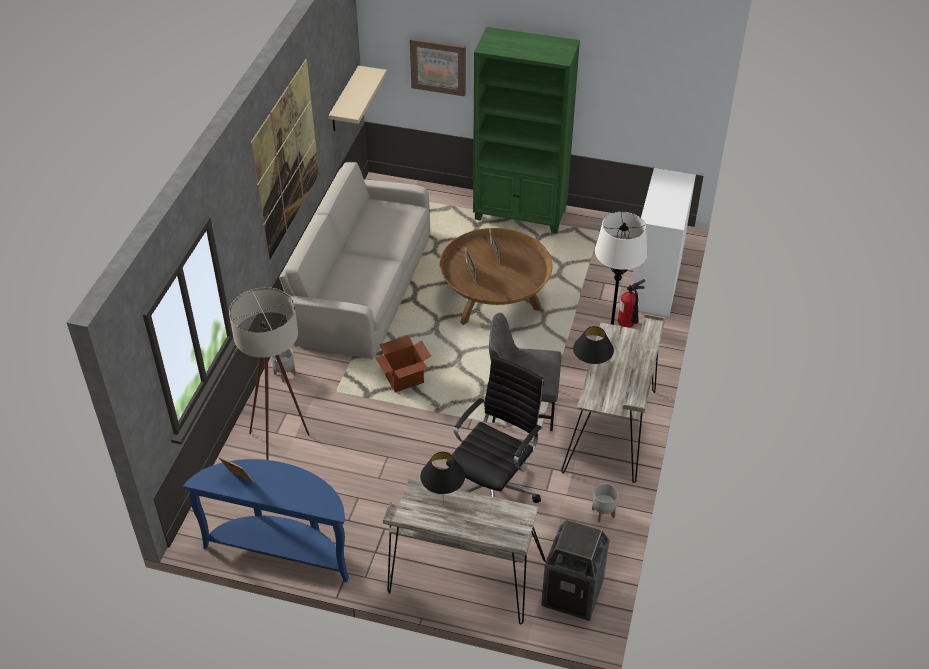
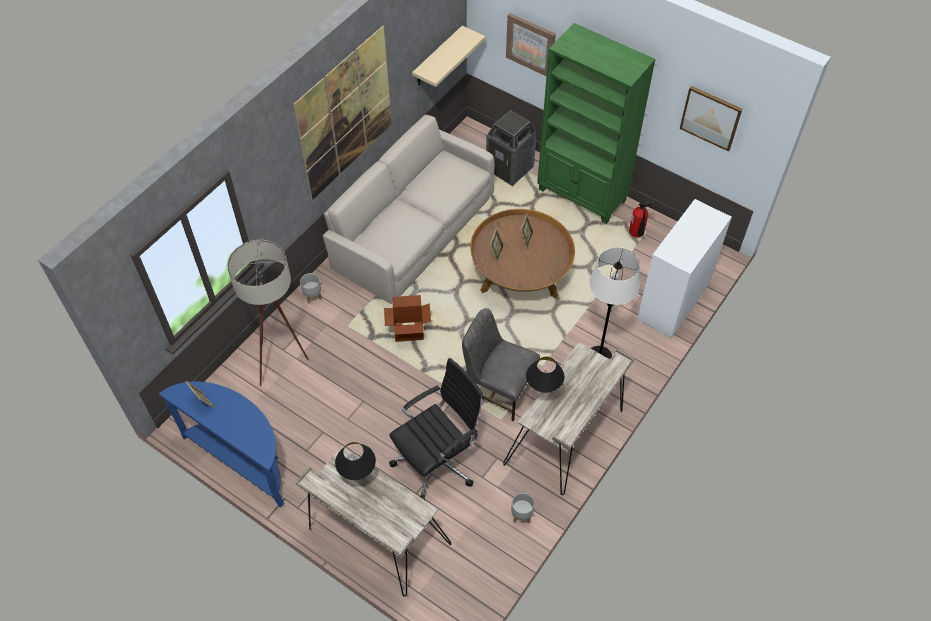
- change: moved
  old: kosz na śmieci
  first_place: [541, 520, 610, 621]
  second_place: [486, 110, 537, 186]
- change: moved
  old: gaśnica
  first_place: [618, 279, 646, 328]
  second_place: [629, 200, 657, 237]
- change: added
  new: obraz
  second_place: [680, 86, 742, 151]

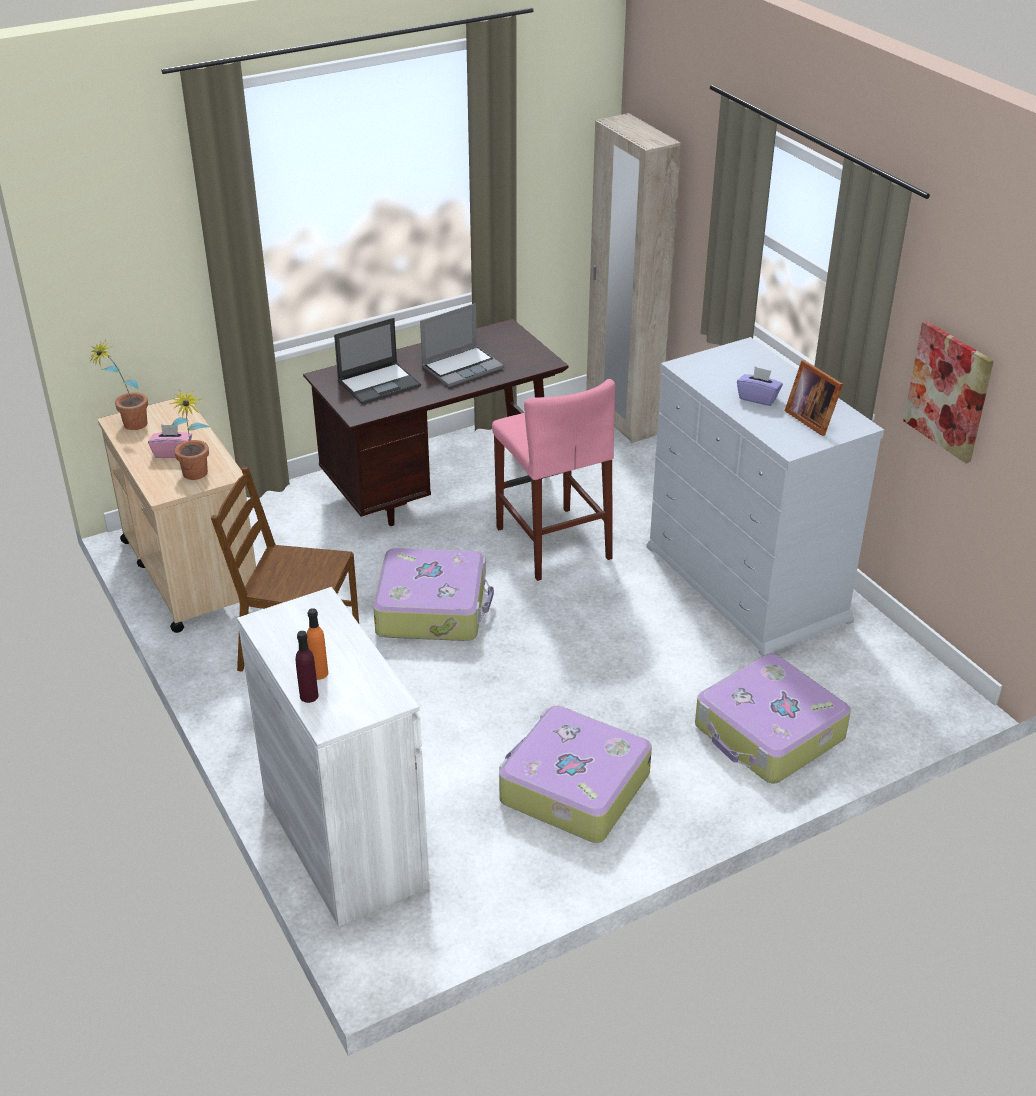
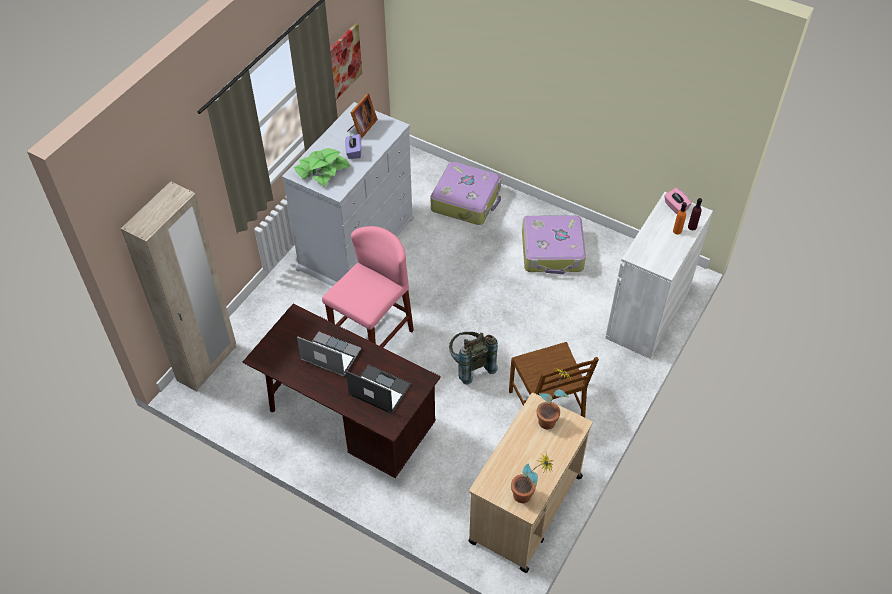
- change: added
  new: roślina doniczkowa
  second_place: [294, 148, 350, 187]
- change: replaced
  old: walizka
  new: plecak (szary)
  first_place: [373, 548, 494, 641]
  second_place: [449, 332, 498, 385]
- change: moved
  old: pudełko chusteczek (różowy)
  first_place: [148, 424, 192, 458]
  second_place: [664, 188, 692, 214]

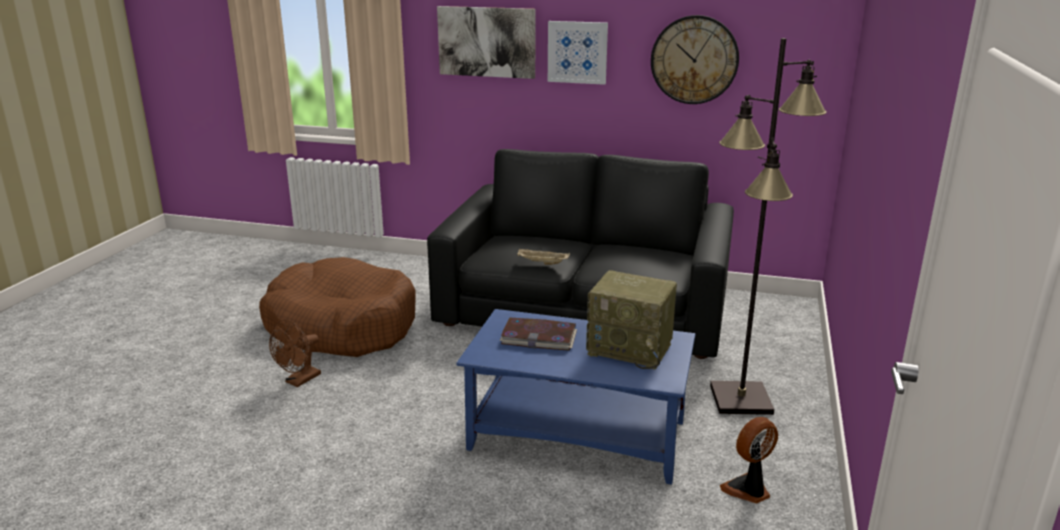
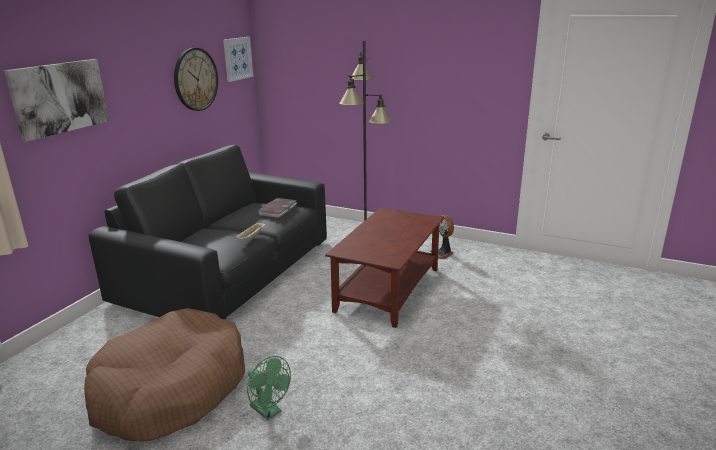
- change: moved
  old: obraz
  first_place: [548, 21, 608, 85]
  second_place: [223, 37, 253, 82]
- change: recoloured
  old: wentylator (brązowy)
  new: wentylator (zielony)
  first_place: [269, 320, 321, 387]
  second_place: [247, 356, 291, 420]
- change: moved
  old: książka
  first_place: [500, 318, 577, 351]
  second_place: [258, 198, 297, 218]
- change: recoloured
  old: ława (niebieski)
  new: ława (brązowy)
  first_place: [456, 309, 695, 485]
  second_place: [325, 208, 444, 328]
- change: removed
  old: radio
  first_place: [586, 270, 677, 370]

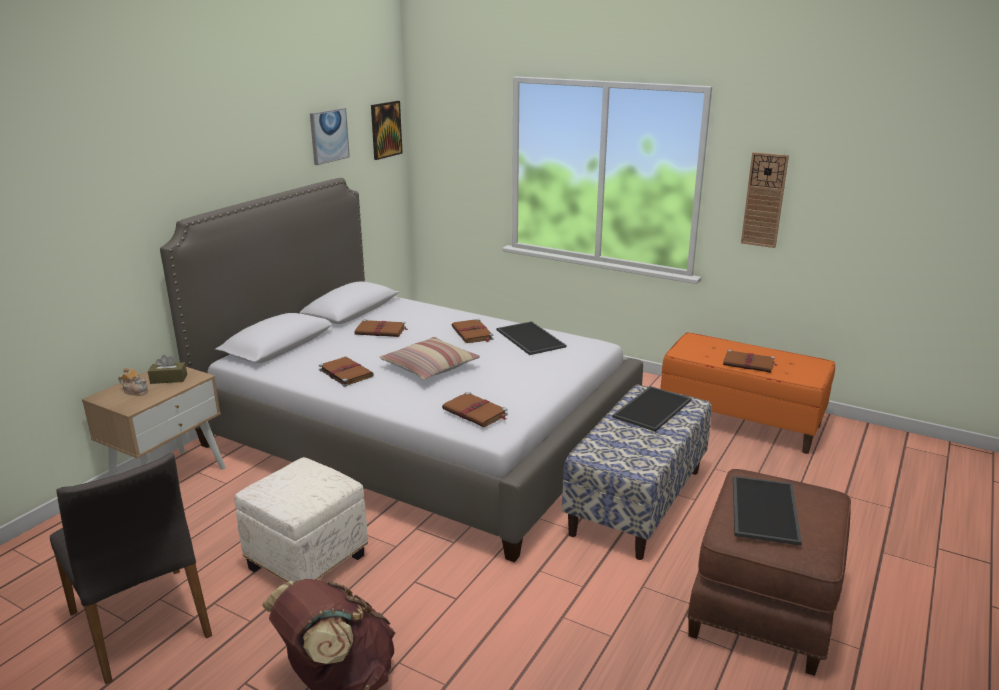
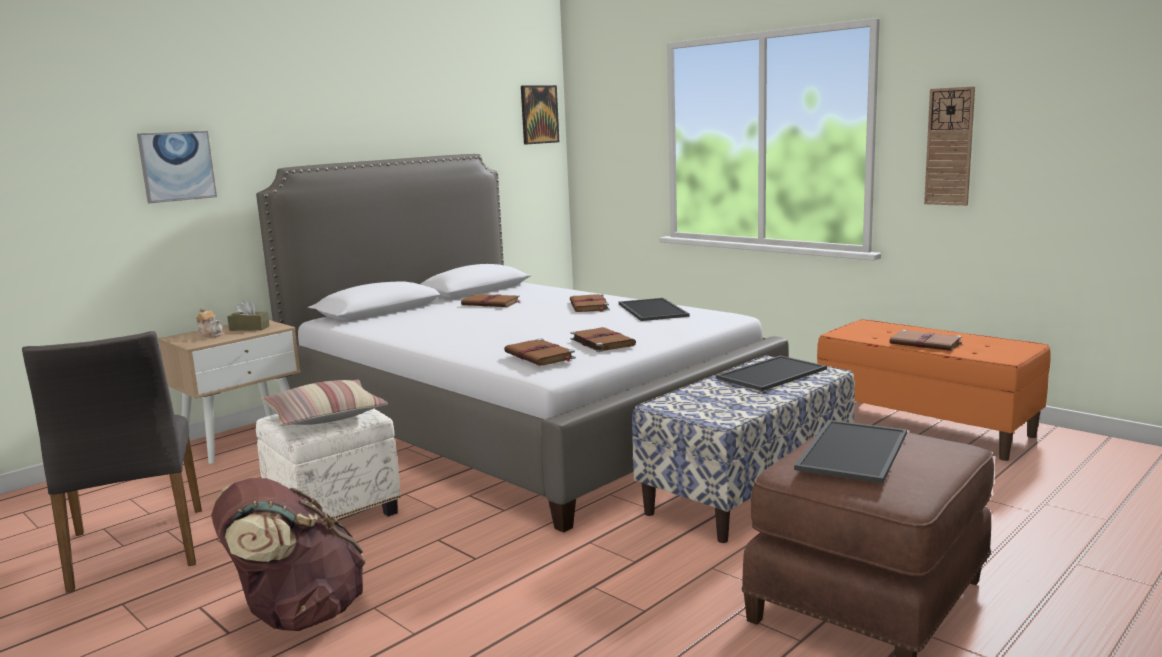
- change: moved
  old: obraz
  first_place: [310, 108, 350, 165]
  second_place: [137, 131, 217, 203]
- change: moved
  old: poduszka
  first_place: [380, 337, 480, 380]
  second_place: [260, 380, 388, 426]
- change: moved
  old: książka (brązowy)
  first_place: [319, 357, 374, 387]
  second_place: [570, 327, 636, 352]

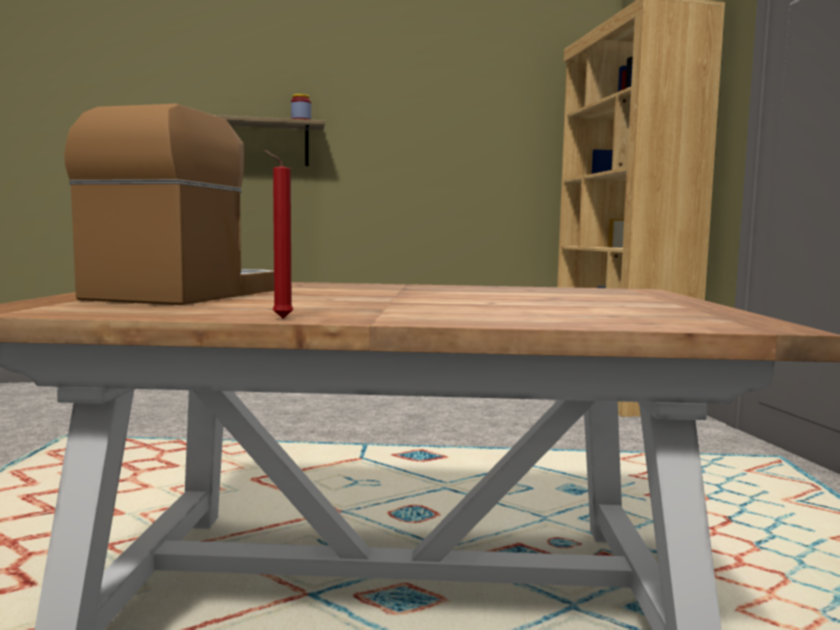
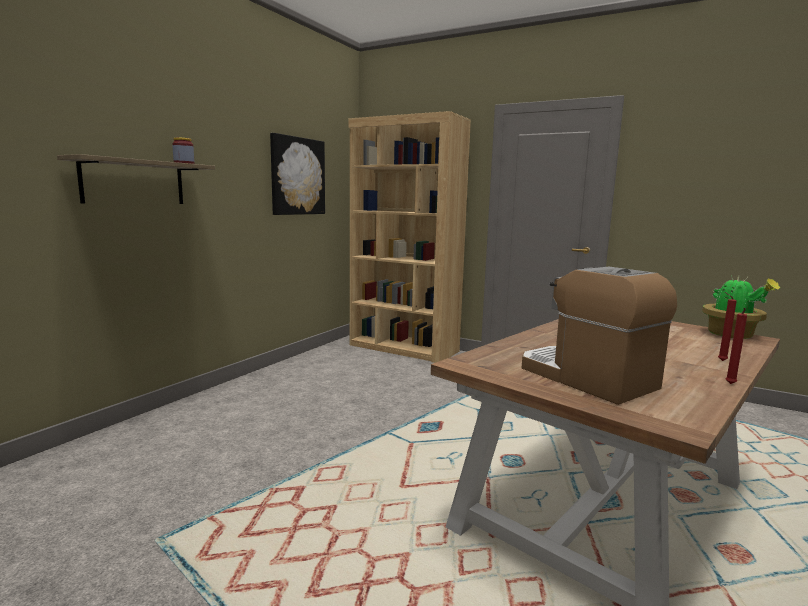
- change: added
  new: obraz
  second_place: [270, 133, 325, 215]
- change: added
  new: roślina doniczkowa
  second_place: [702, 274, 780, 339]
- change: added
  new: świeca (czerwony)
  second_place: [718, 292, 737, 361]

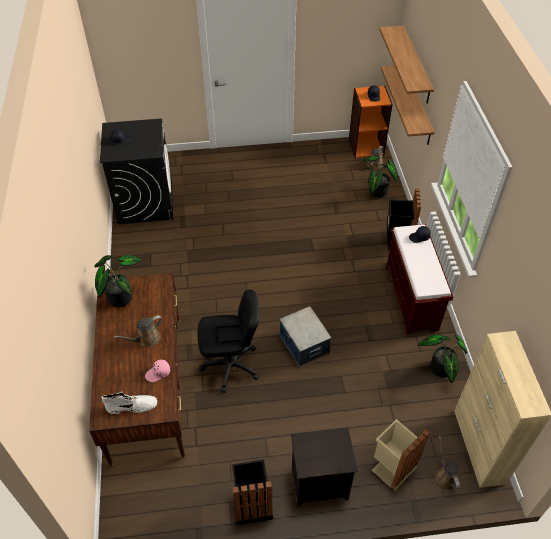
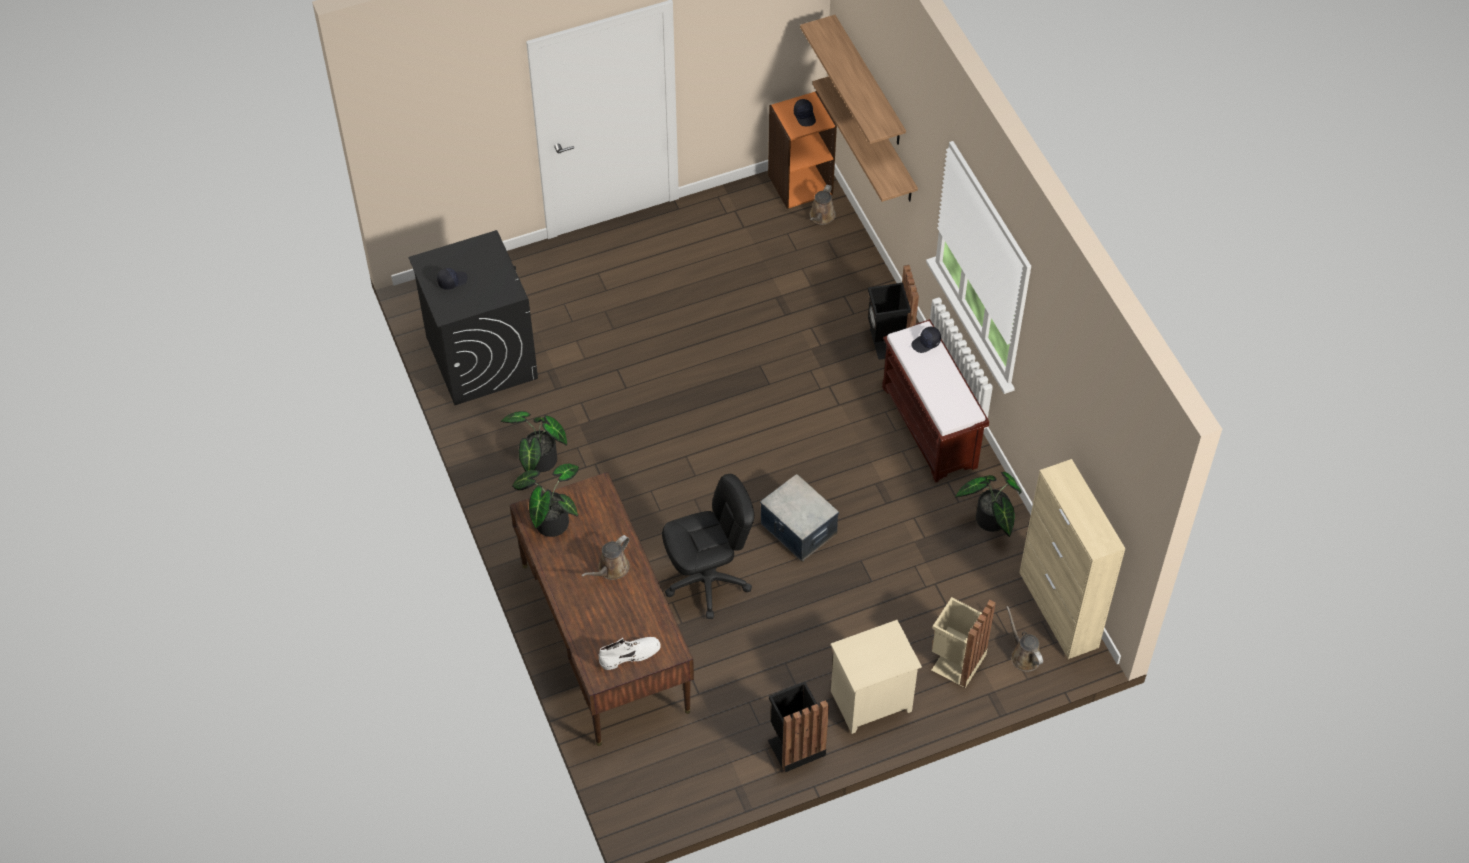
- change: moved
  old: roślina doniczkowa
  first_place: [362, 156, 397, 198]
  second_place: [501, 411, 567, 472]
- change: recoloured
  old: szafka nocna (czarny)
  new: szafka nocna (beżowy)
  first_place: [291, 427, 358, 506]
  second_place: [831, 620, 922, 734]
- change: removed
  old: czapka z daszkiem (różowy)
  first_place: [145, 360, 170, 382]

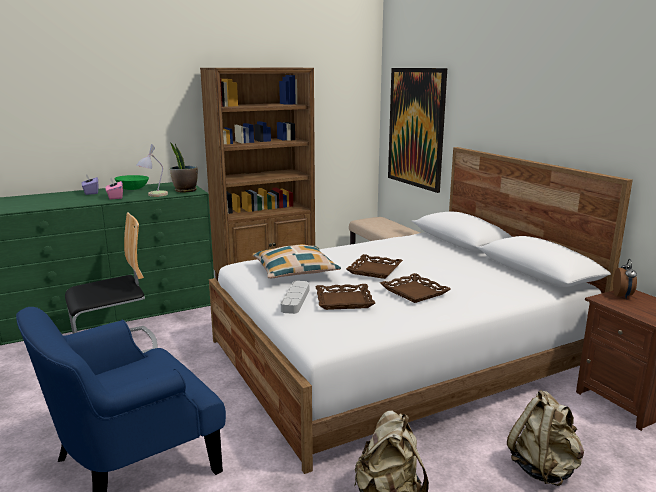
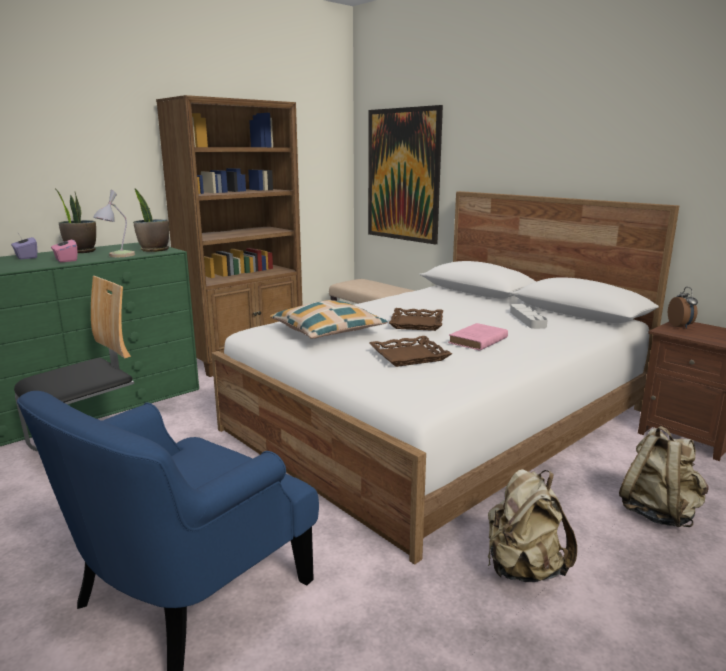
- change: replaced
  old: miska (zielony)
  new: roślina doniczkowa
  first_place: [115, 175, 149, 190]
  second_place: [57, 190, 96, 253]
- change: replaced
  old: taca (brązowy)
  new: książka (różowy)
  first_place: [380, 273, 451, 303]
  second_place: [448, 323, 508, 351]
- change: moved
  old: taca (szary)
  first_place: [281, 281, 309, 314]
  second_place: [510, 304, 548, 329]

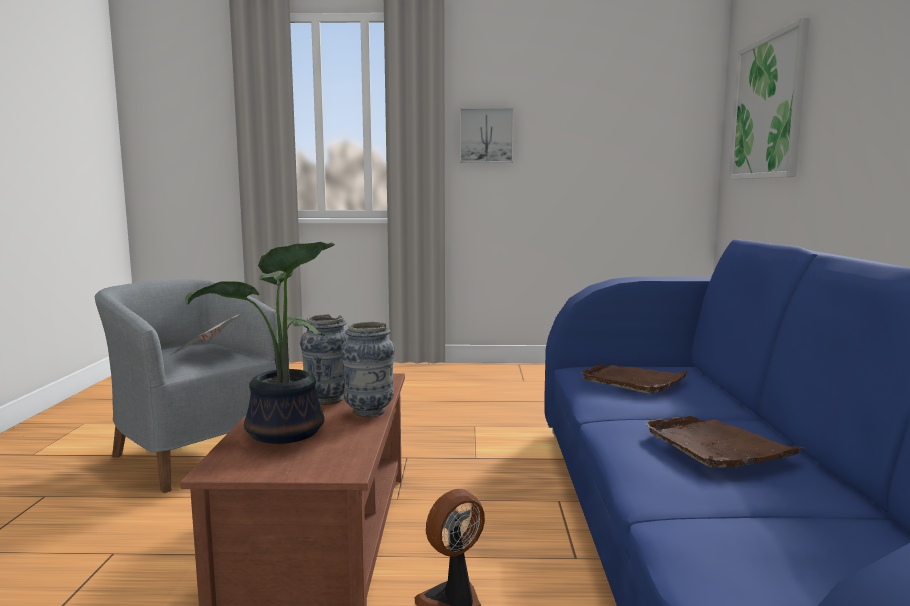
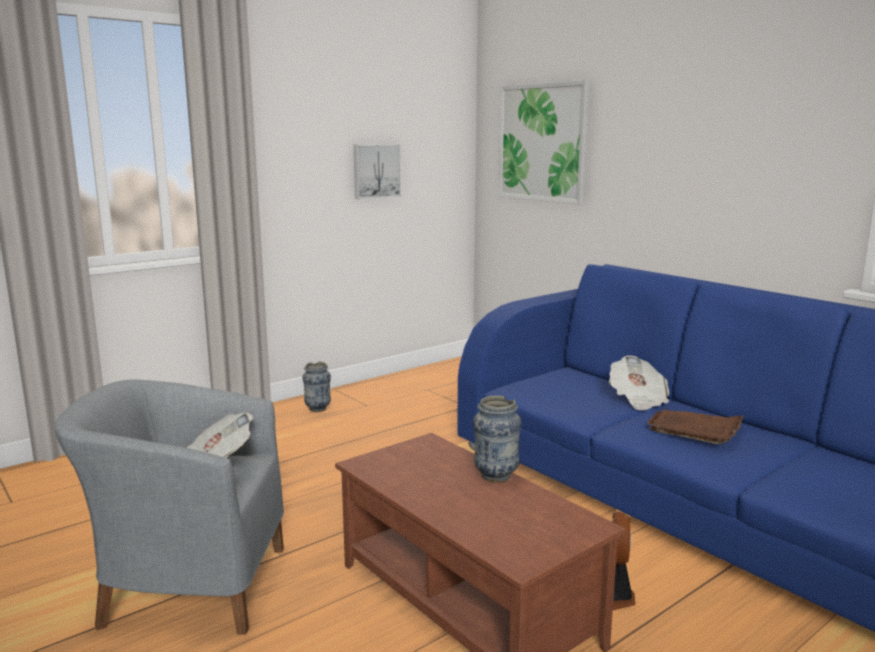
- change: moved
  old: wazon
  first_place: [300, 314, 349, 405]
  second_place: [302, 362, 331, 412]
- change: moved
  old: obraz
  first_place: [460, 108, 514, 163]
  second_place: [353, 144, 401, 199]
- change: added
  new: gazeta
  second_place: [609, 356, 669, 410]
- change: removed
  old: roślina doniczkowa
  first_place: [185, 242, 335, 444]
- change: removed
  old: taca (brązowy)
  first_place: [581, 364, 690, 393]

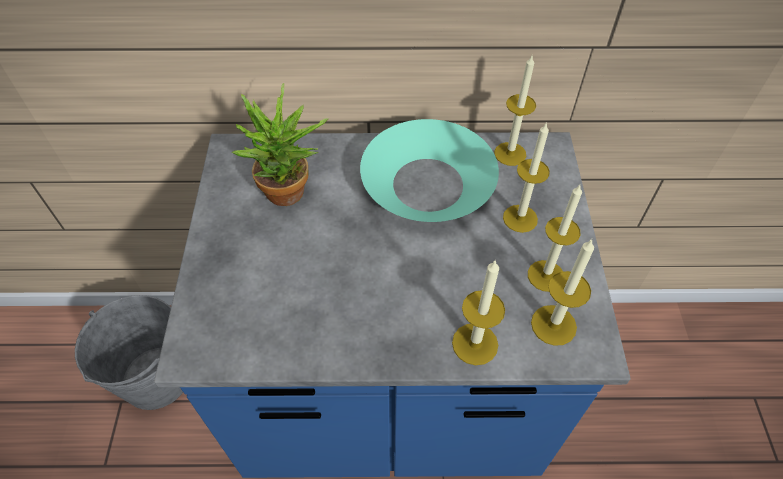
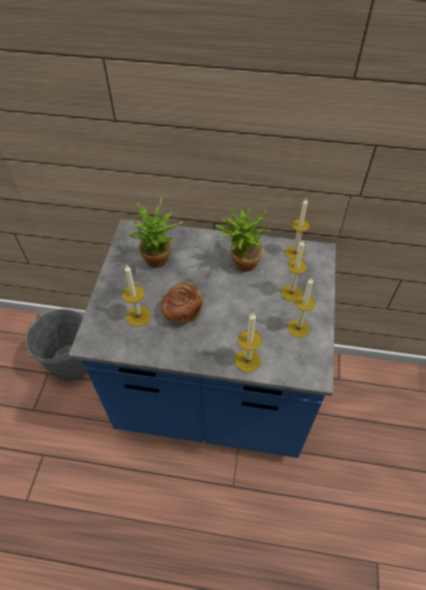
- change: moved
  old: świeca
  first_place: [531, 239, 594, 346]
  second_place: [122, 264, 151, 327]
- change: added
  new: chleb
  second_place: [162, 282, 202, 323]
- change: replaced
  old: miska (turkusowy)
  new: roślina doniczkowa
  first_place: [360, 119, 499, 222]
  second_place: [215, 204, 271, 272]

